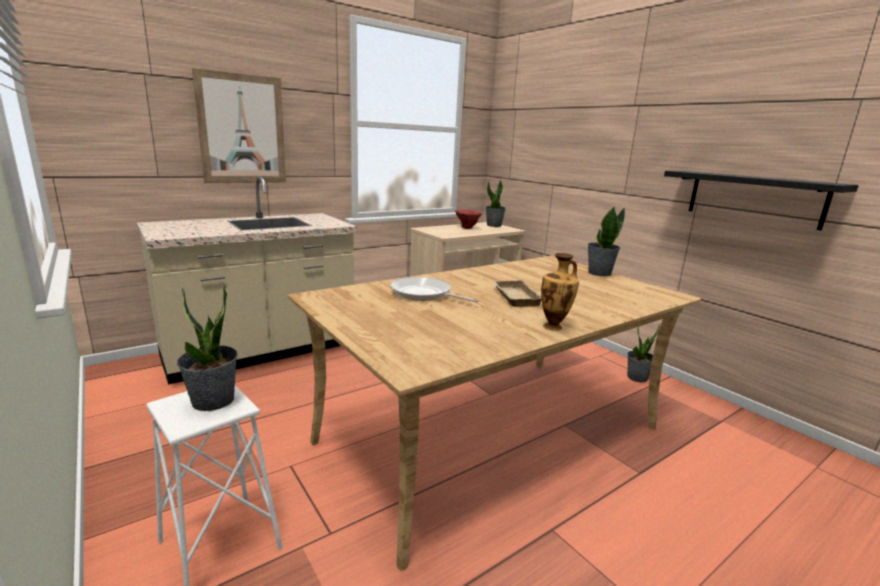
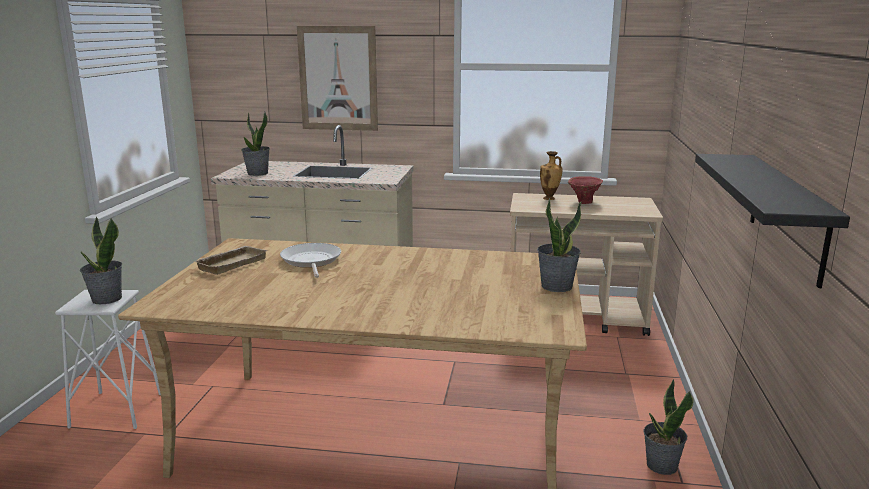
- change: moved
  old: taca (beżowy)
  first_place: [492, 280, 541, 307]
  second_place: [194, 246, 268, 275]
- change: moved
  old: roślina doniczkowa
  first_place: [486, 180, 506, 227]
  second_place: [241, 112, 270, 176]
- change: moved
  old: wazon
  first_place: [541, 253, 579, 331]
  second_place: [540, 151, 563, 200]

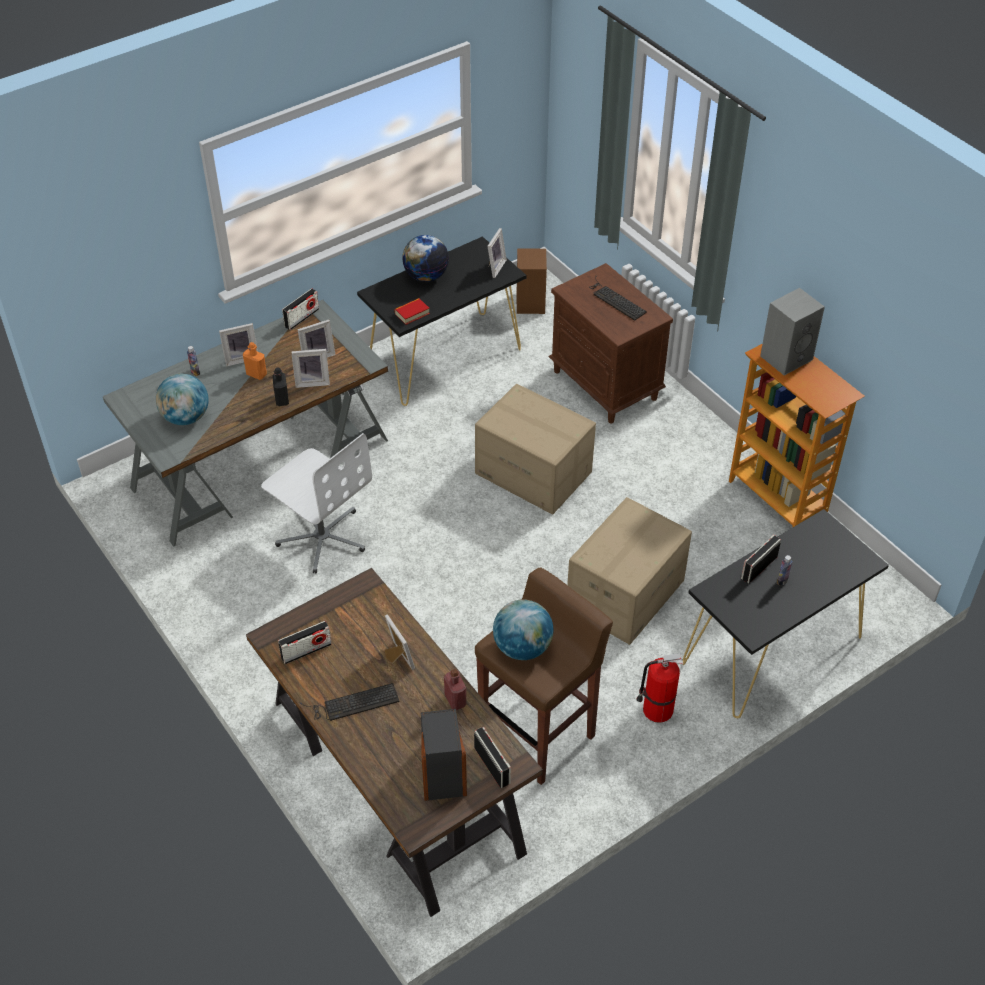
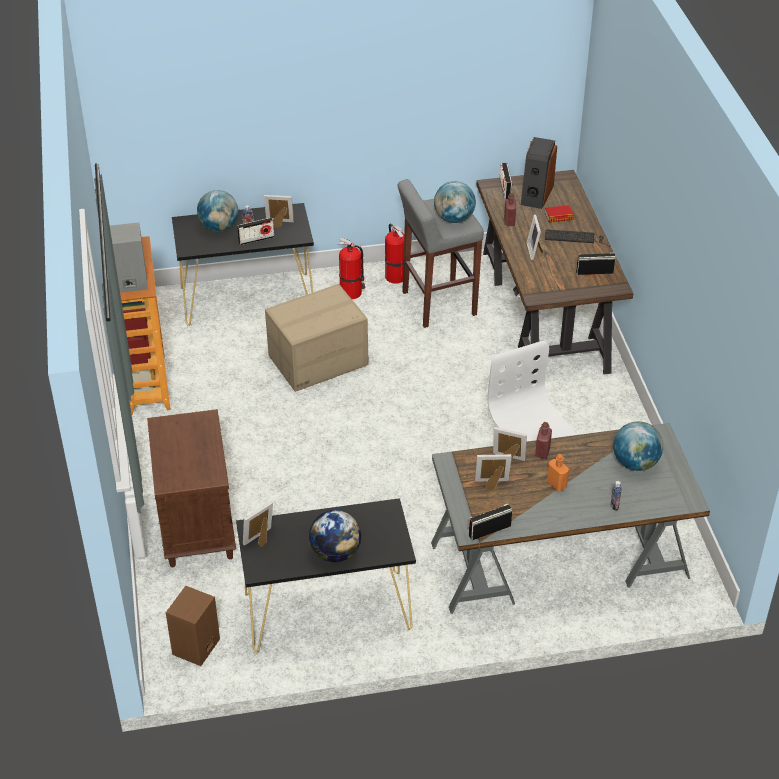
- change: added
  new: globus
  second_place: [197, 190, 238, 231]
- change: moved
  old: ramka na zdjęcie
  first_place: [219, 323, 258, 366]
  second_place: [264, 195, 294, 228]
- change: added
  new: gaśnica
  second_place: [385, 224, 404, 284]
- change: recoloured
  old: stołek (brązowy)
  new: stołek (szary)
  first_place: [475, 567, 613, 785]
  second_place: [398, 179, 484, 328]
- change: recoloured
  old: butelka (czarny)
  new: butelka (czerwony)
  first_place: [272, 367, 289, 406]
  second_place: [535, 422, 552, 459]
- change: moved
  old: książka
  first_place: [394, 298, 430, 325]
  second_place: [545, 205, 574, 223]
- change: removed
  old: karton
  first_place: [475, 384, 596, 515]
- change: removed
  old: klawiatura
  first_place: [589, 276, 647, 321]

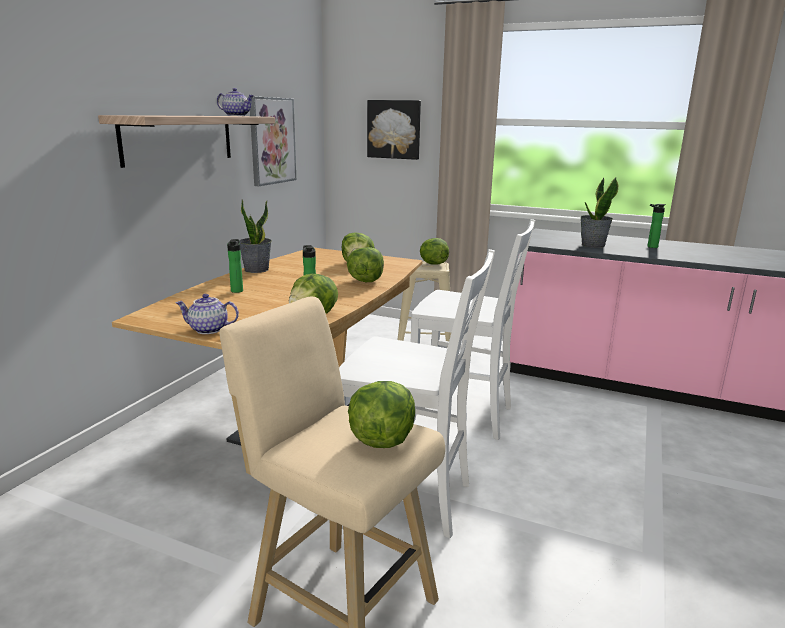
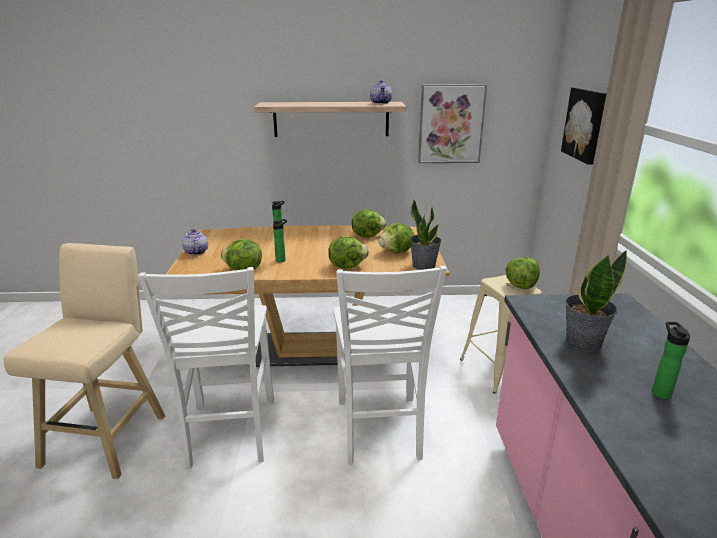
- change: moved
  old: sałata
  first_place: [348, 381, 415, 448]
  second_place: [352, 209, 387, 237]
- change: moved
  old: roślina doniczkowa
  first_place: [239, 199, 272, 273]
  second_place: [410, 199, 441, 270]

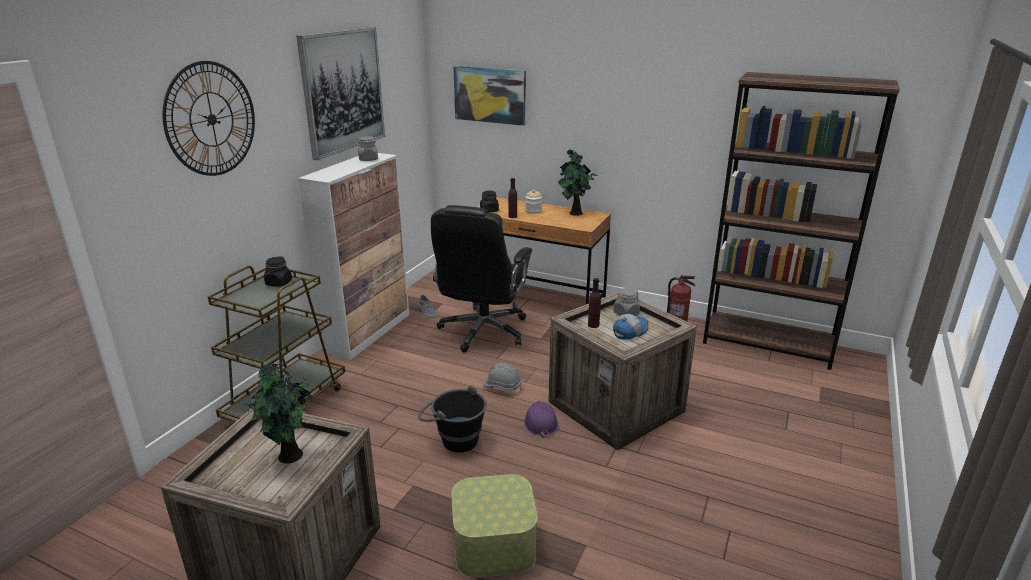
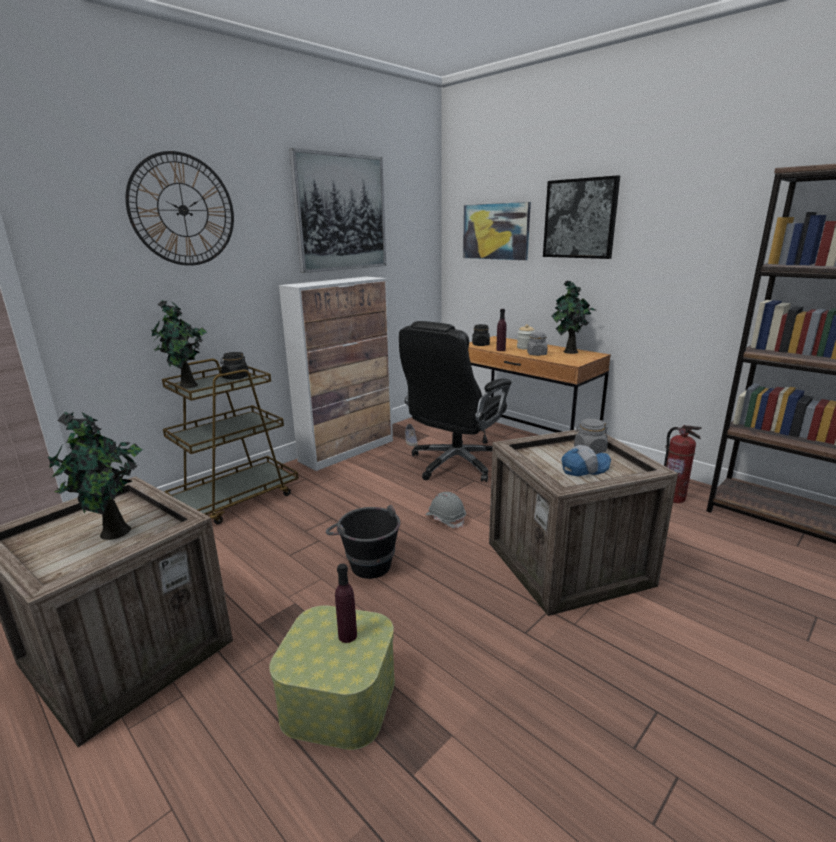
- change: added
  new: roślina doniczkowa
  second_place: [151, 300, 207, 389]
- change: moved
  old: butelka (fioletowy)
  first_place: [588, 278, 601, 328]
  second_place: [335, 564, 357, 643]
- change: moved
  old: słoik (szary)
  first_place: [358, 136, 378, 161]
  second_place: [527, 332, 547, 356]
- change: added
  new: obraz
  second_place: [543, 175, 620, 259]
- change: removed
  old: kask (fioletowy)
  first_place: [524, 401, 558, 438]

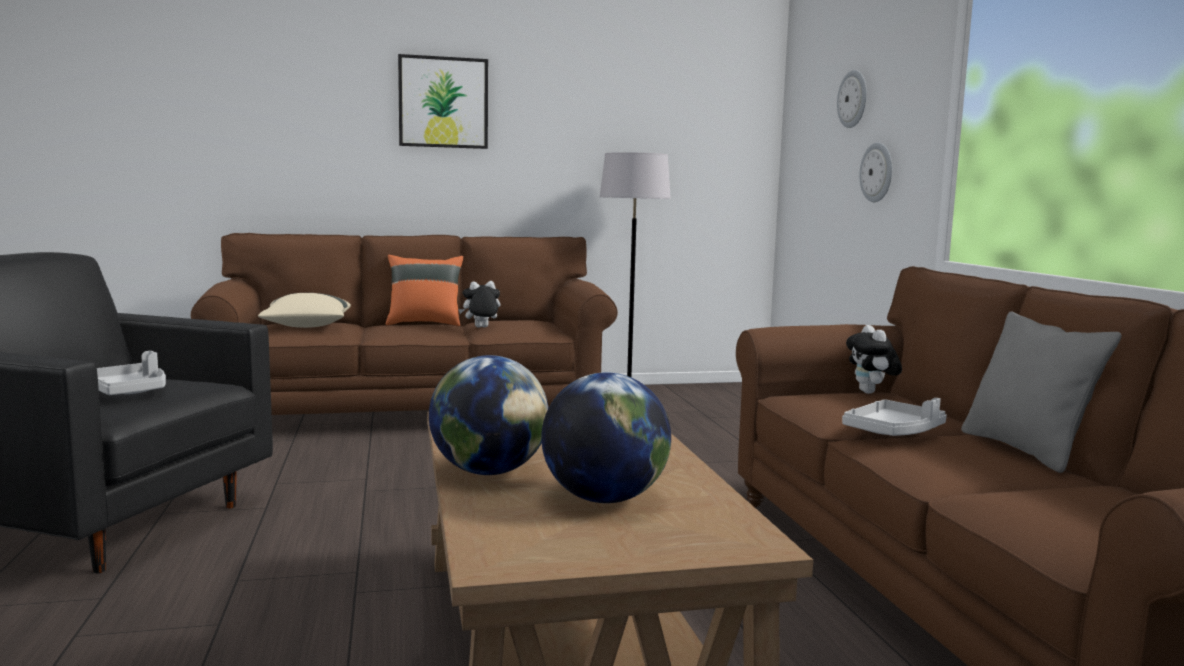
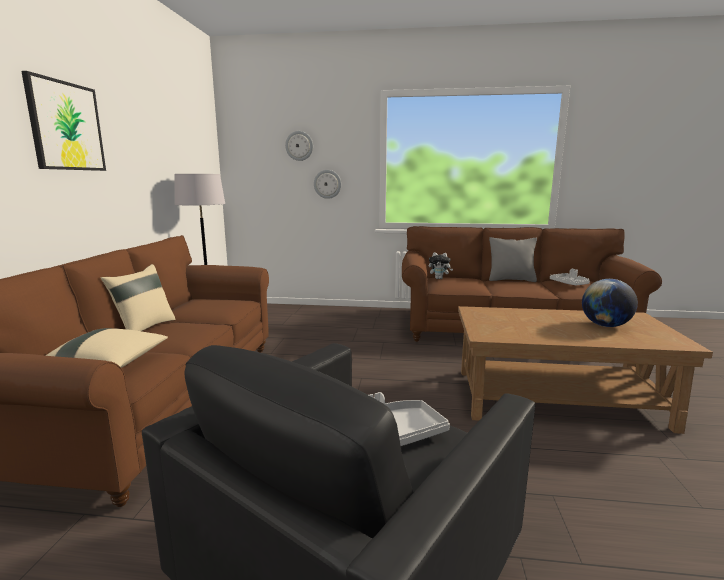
- change: recoloured
  old: poduszka (pomarańczowy)
  new: poduszka (beżowy)
  first_place: [386, 255, 463, 326]
  second_place: [101, 264, 175, 331]
- change: moved
  old: taca (szary)
  first_place: [842, 398, 947, 436]
  second_place: [550, 269, 590, 285]
- change: removed
  old: globus
  first_place: [429, 355, 549, 475]
- change: removed
  old: pluszak
  first_place: [458, 281, 501, 328]

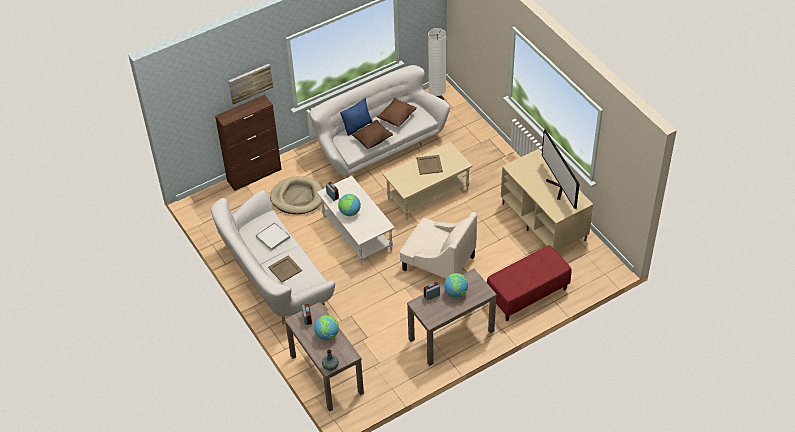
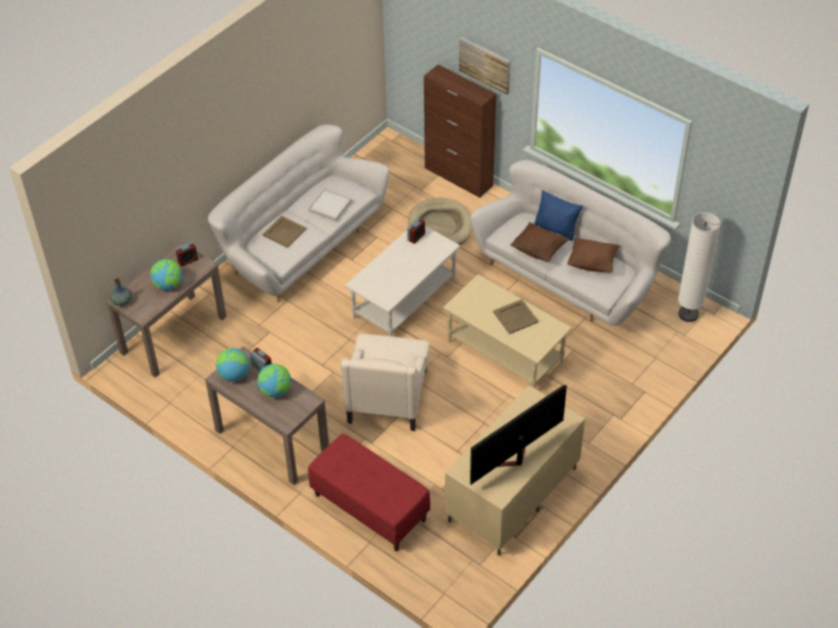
- change: moved
  old: globus
  first_place: [338, 194, 361, 216]
  second_place: [216, 348, 250, 381]

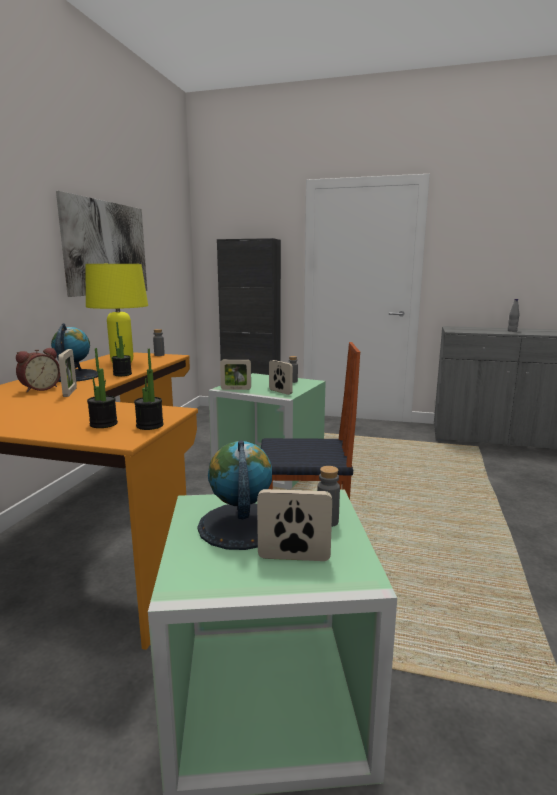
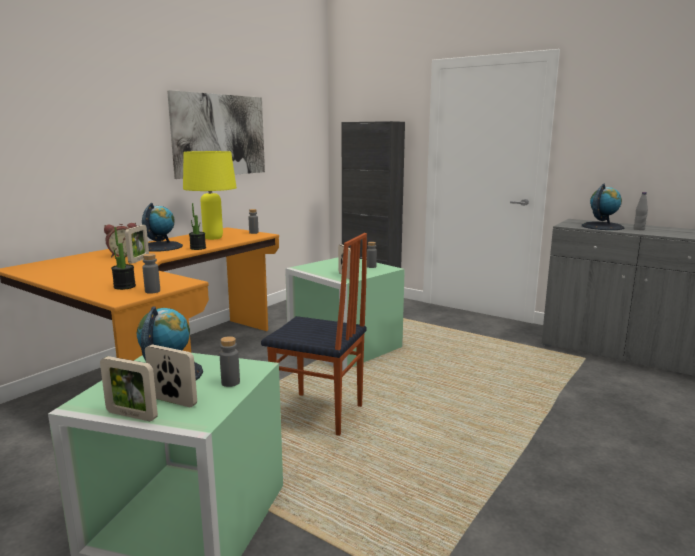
- change: moved
  old: ramka na zdjęcie
  first_place: [220, 360, 251, 390]
  second_place: [100, 356, 158, 421]
- change: replaced
  old: roślina doniczkowa
  new: butelka (szary)
  first_place: [134, 349, 164, 430]
  second_place: [142, 254, 160, 294]
- change: added
  new: globus
  second_place: [582, 184, 624, 230]

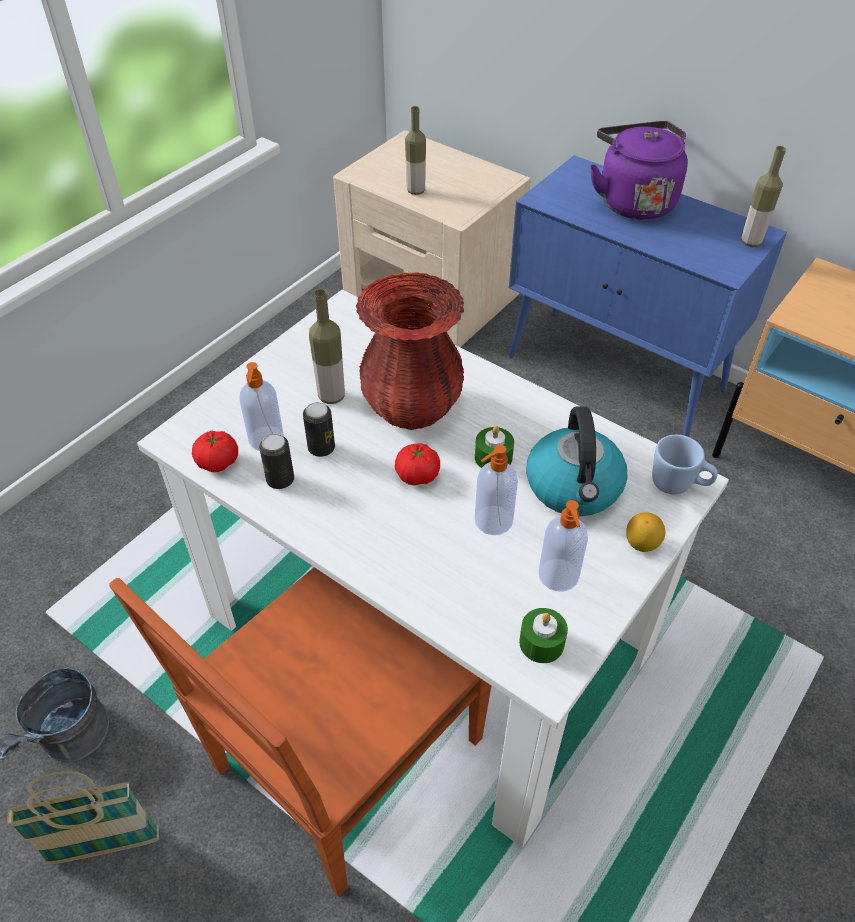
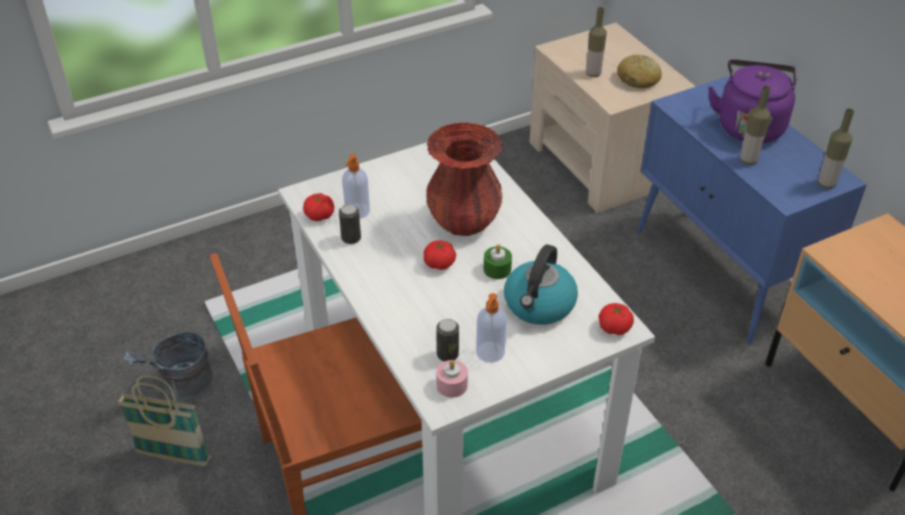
- change: moved
  old: puszka
  first_place: [303, 402, 335, 457]
  second_place: [436, 319, 459, 361]
- change: recoloured
  old: świeca (zielony)
  new: świeca (różowy)
  first_place: [519, 608, 568, 663]
  second_place: [436, 360, 468, 398]
- change: replaced
  old: kubek (niebieski)
  new: pomidor
  first_place: [652, 435, 718, 495]
  second_place: [598, 303, 634, 335]
- change: added
  new: chleb
  second_place: [617, 54, 662, 88]
- change: moved
  old: butelka
  first_place: [309, 289, 345, 404]
  second_place: [740, 86, 771, 165]
- change: removed
  old: dozownik mydła
  first_place: [475, 444, 518, 535]
- change: removed
  old: cytryna
  first_place: [626, 512, 665, 552]

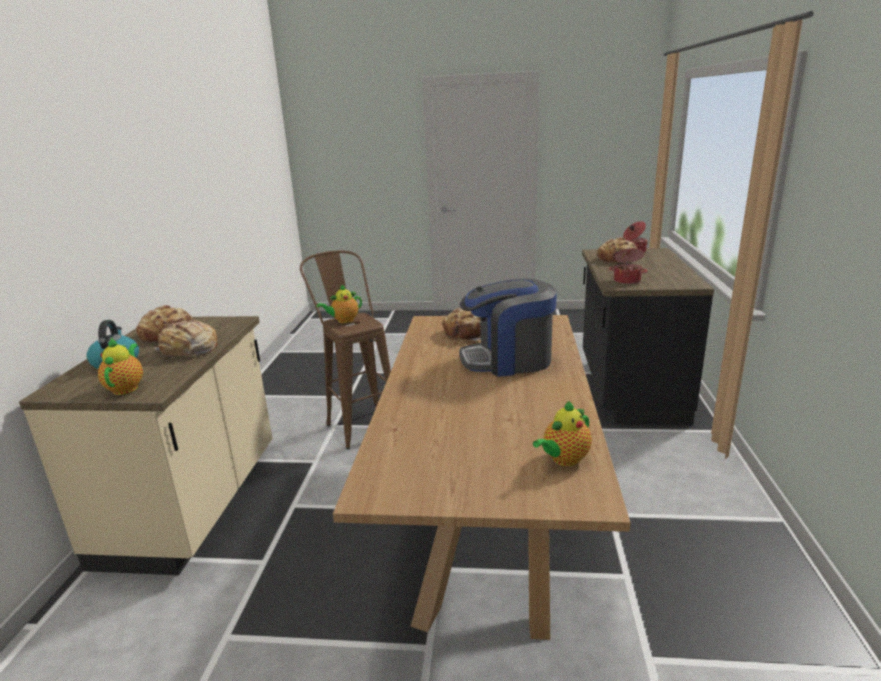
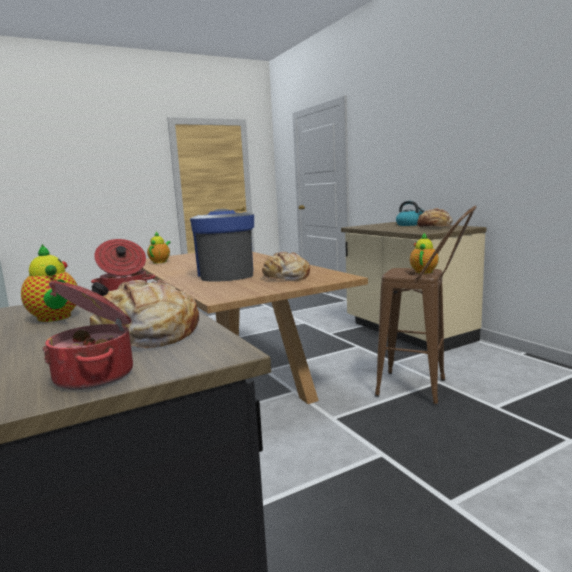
- change: moved
  old: imbryk
  first_place: [98, 338, 143, 395]
  second_place: [21, 244, 78, 322]
- change: turned
  old: ekspres do kawy
  first_place: [459, 278, 557, 377]
  second_place: [190, 209, 254, 282]
  degrees: -60
- change: removed
  old: chleb
  first_place: [154, 319, 217, 359]

